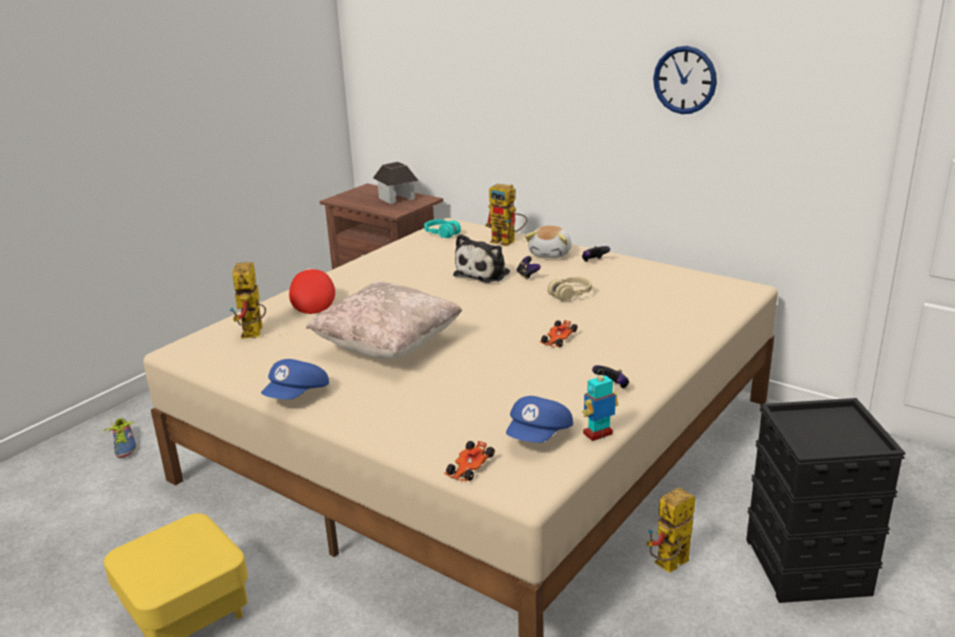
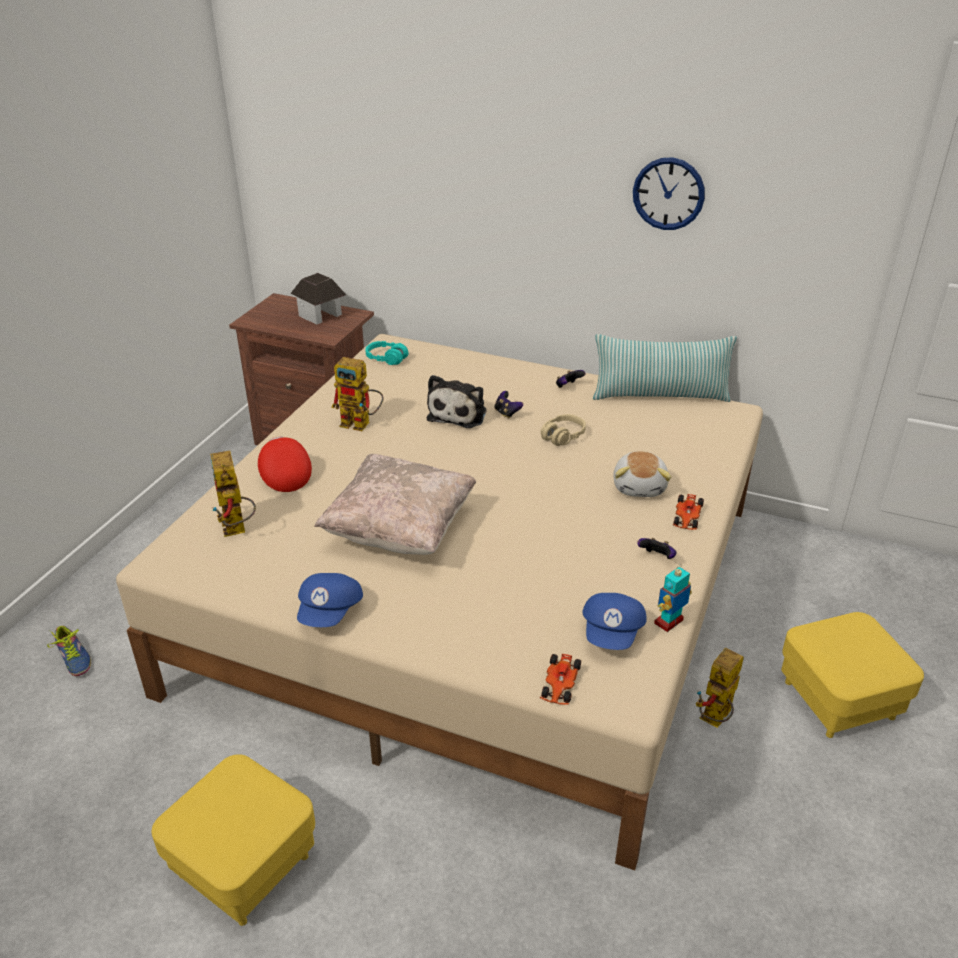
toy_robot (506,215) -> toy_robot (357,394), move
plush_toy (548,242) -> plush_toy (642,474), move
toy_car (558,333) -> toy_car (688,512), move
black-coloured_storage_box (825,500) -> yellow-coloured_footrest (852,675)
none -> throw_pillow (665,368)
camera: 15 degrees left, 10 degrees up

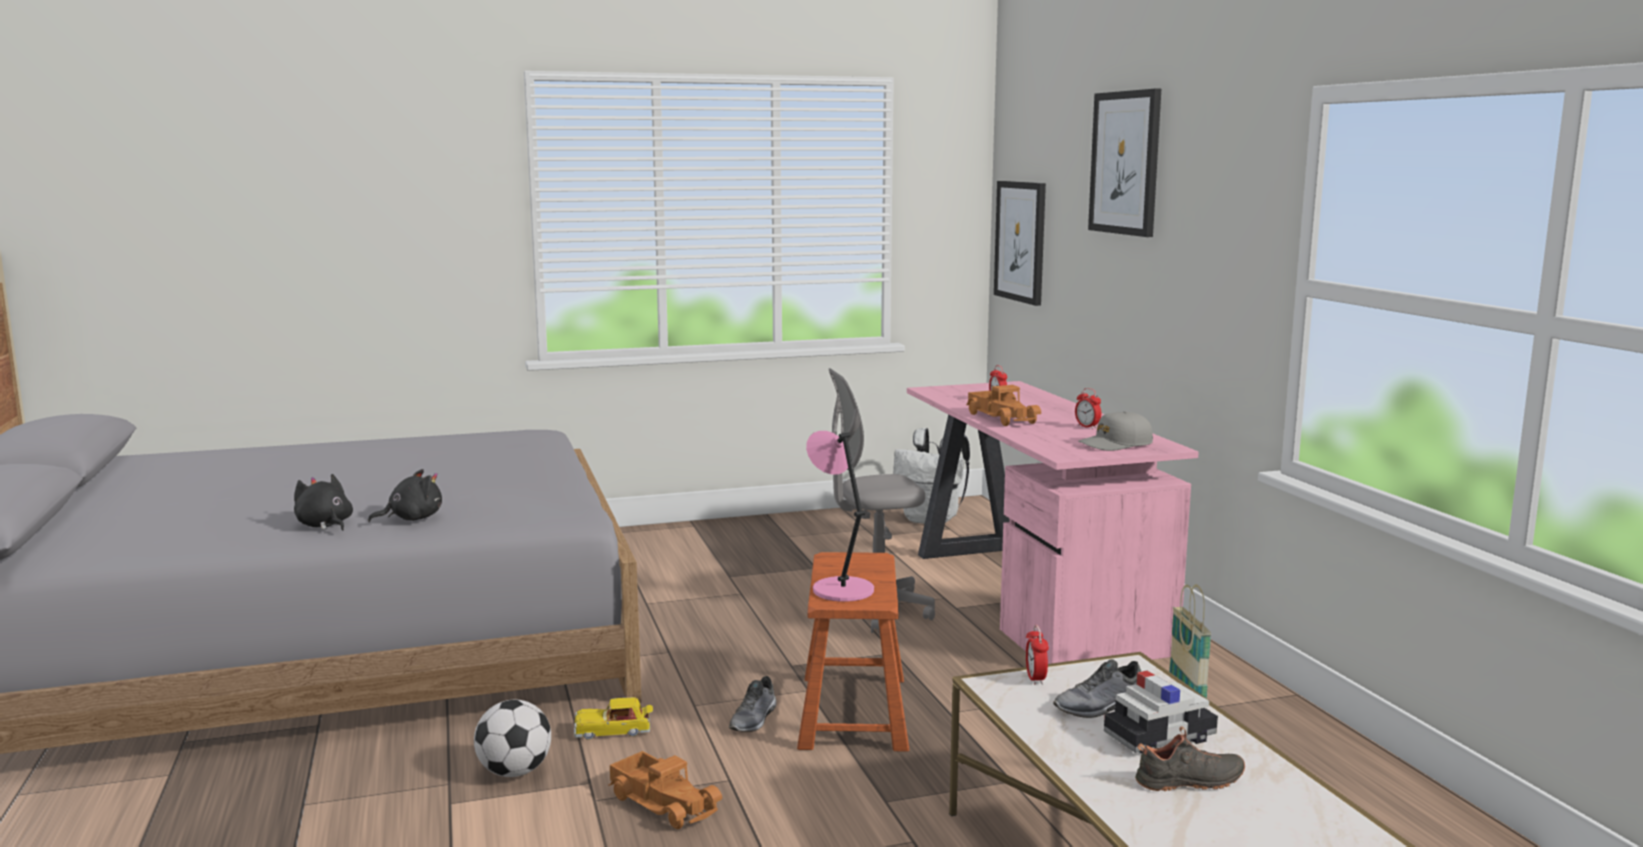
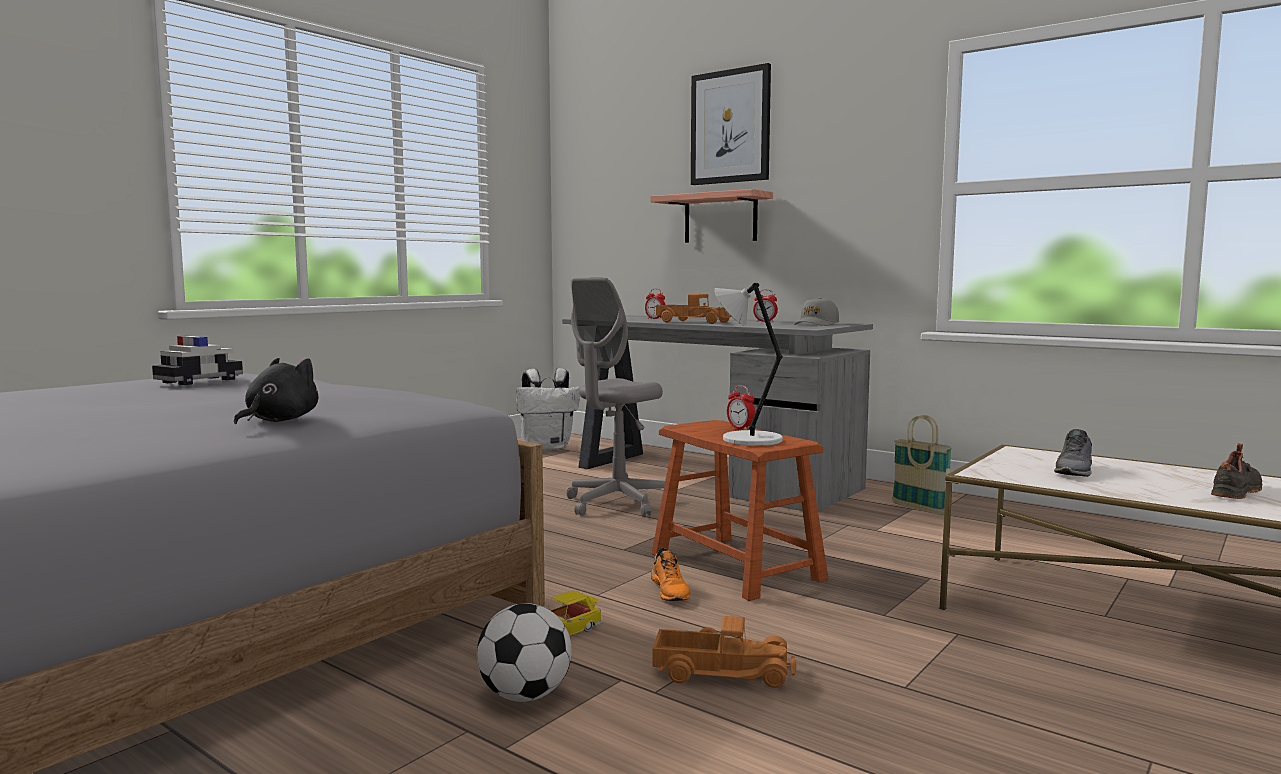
black-coloured_plush_toy (323,502) -> none
grey_shoe (753,704) -> orange_shoe (670,574)
pinkish_table_lamp (840,516) -> grey_table_lamp (748,364)
pinkish_desk_table (1053,522) -> grey_desk_table (717,413)
wall_picture (1020,243) -> none
alarm_clock (1037,655) -> alarm_clock (741,407), move
toy_car (1161,712) -> toy_car (197,360), move
none -> wall_shelf (711,216)
camera: 35 degrees left, 5 degrees down

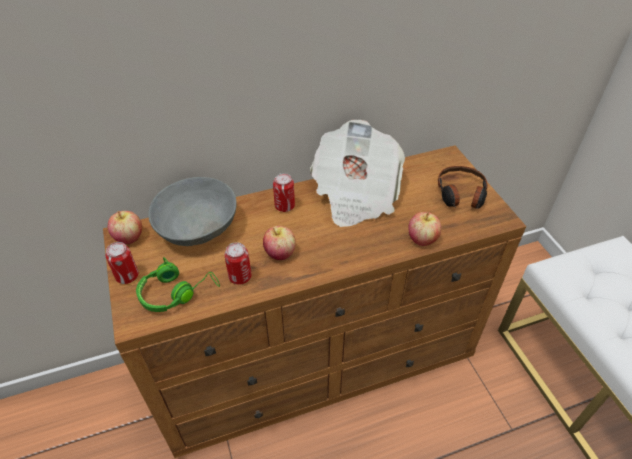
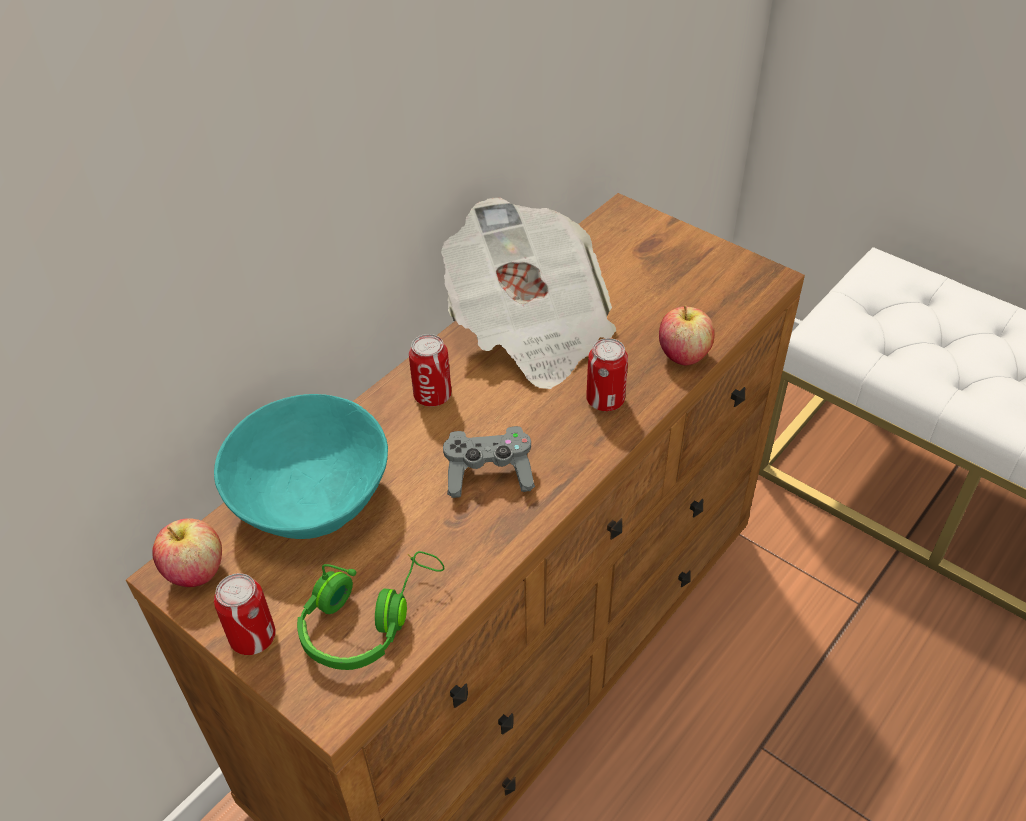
grey_deep_dish (192,211) -> turquoise-coloured_deep_dish (301,466)
metal_can (238,263) -> metal_can (607,374), move
whole_apple (279,243) -> grey_joypad (489,462)
headset (463,187) -> none
camera: 30 degrees left, 0 degrees up

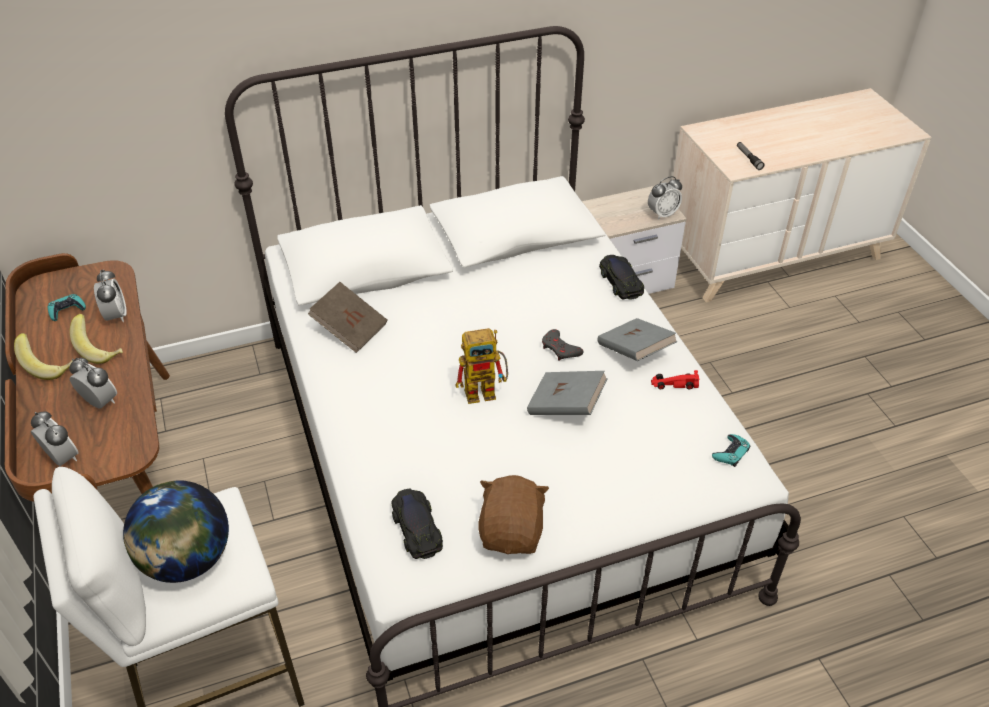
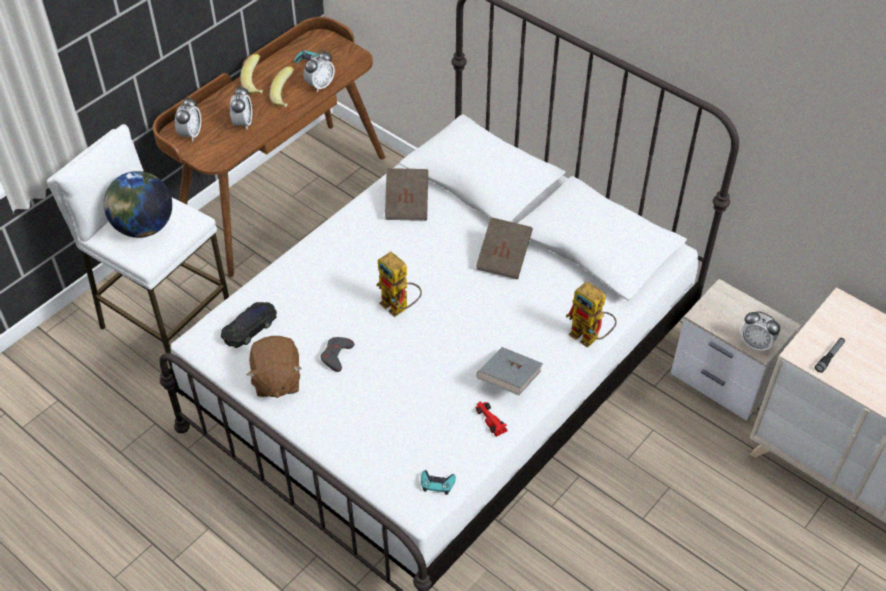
brownish_plush_toy (514,514) -> brownish_plush_toy (274,367), 105 degrees clockwise
grey_volume (567,393) -> none
grey_joypad (563,344) -> grey_joypad (337,354), move
black-coloured_toy_car (621,277) -> toy_robot (591,315)
none -> brownish_volume (504,248)
camera: 60 degrees right, 5 degrees up

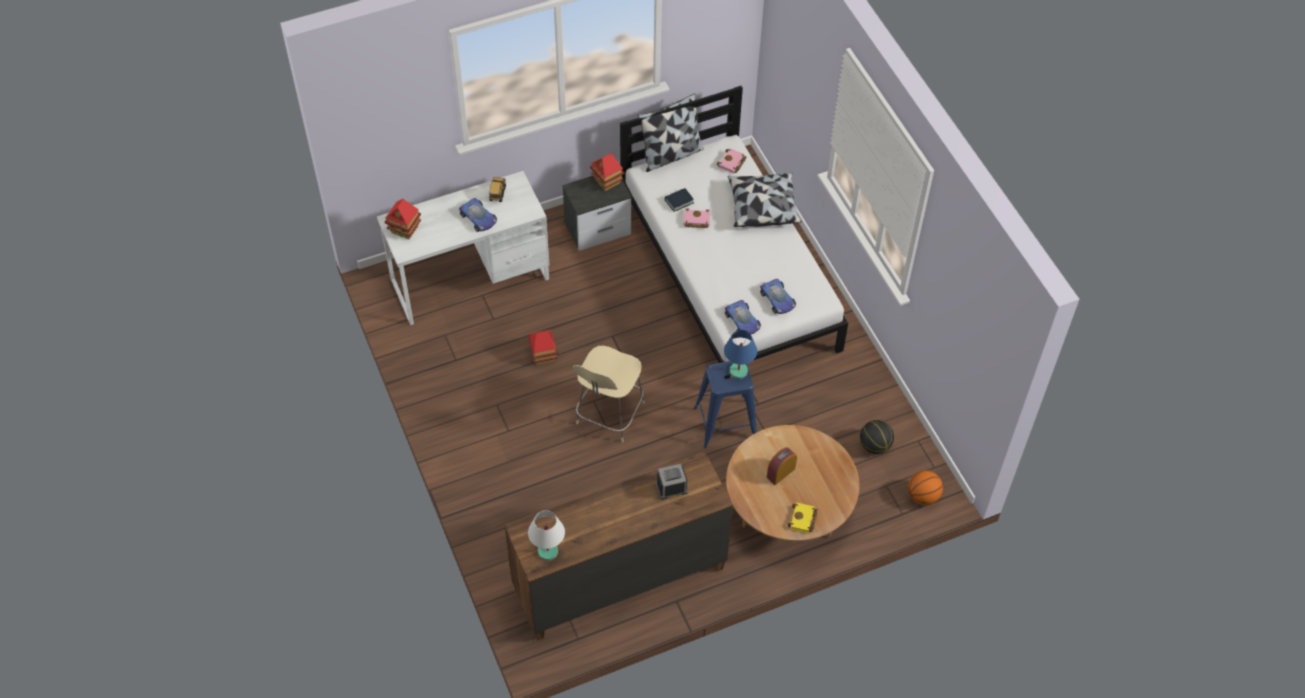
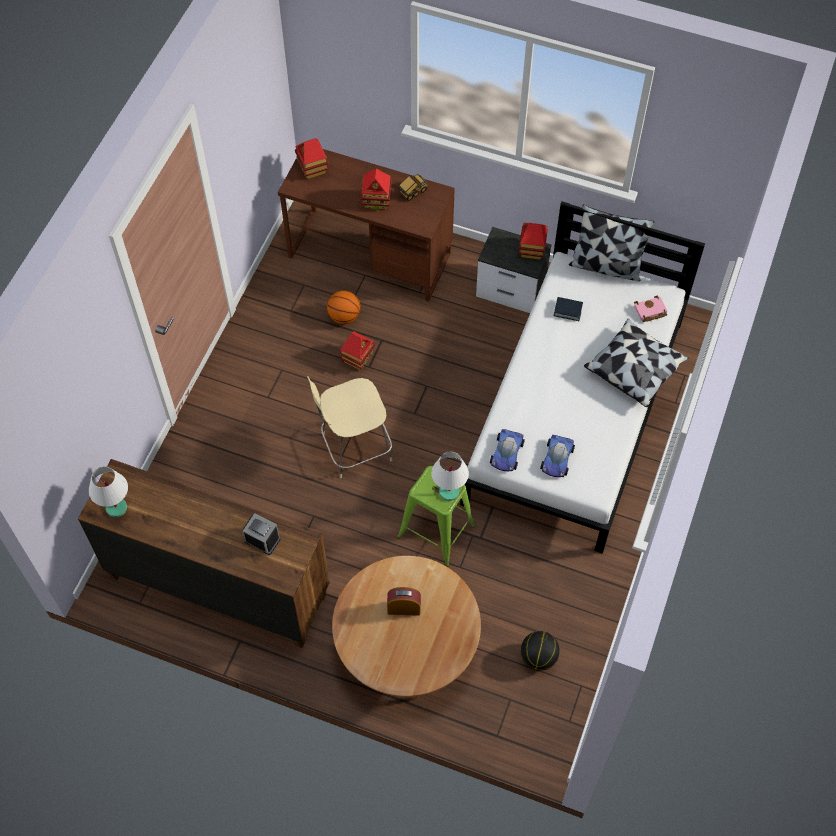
white_desk_table (463,248) -> brownish_desk_table (366,225)
toy_car (478,215) -> model_house (376,189)
pinkish_volume (697,218) -> none
bluish_stool (725,404) -> green-coloured_stool (436,516)
bluish_table_lamp (740,354) -> white_table_lamp (450,476)
yellow-coloured_volume (802,518) -> none
ball_for_basketball (925,488) -> ball_for_basketball (344,307), move
camera: 45 degrees right, 5 degrees up

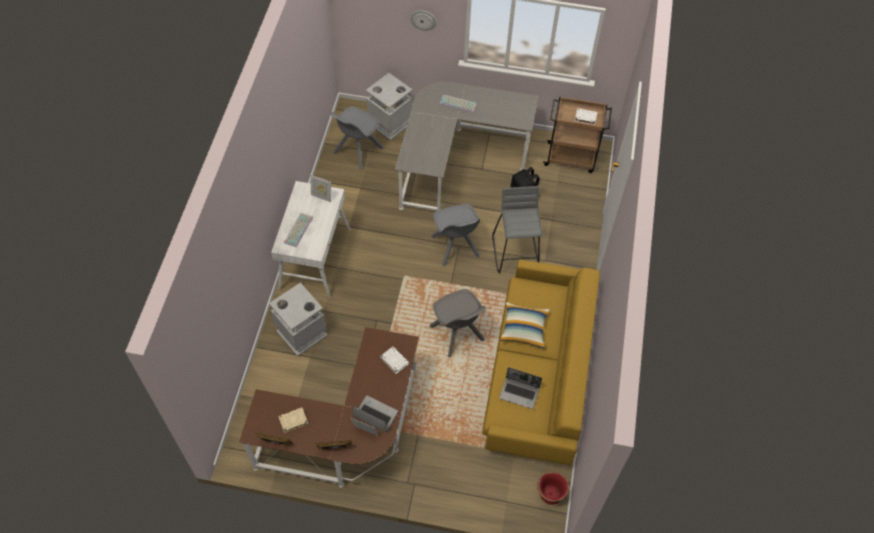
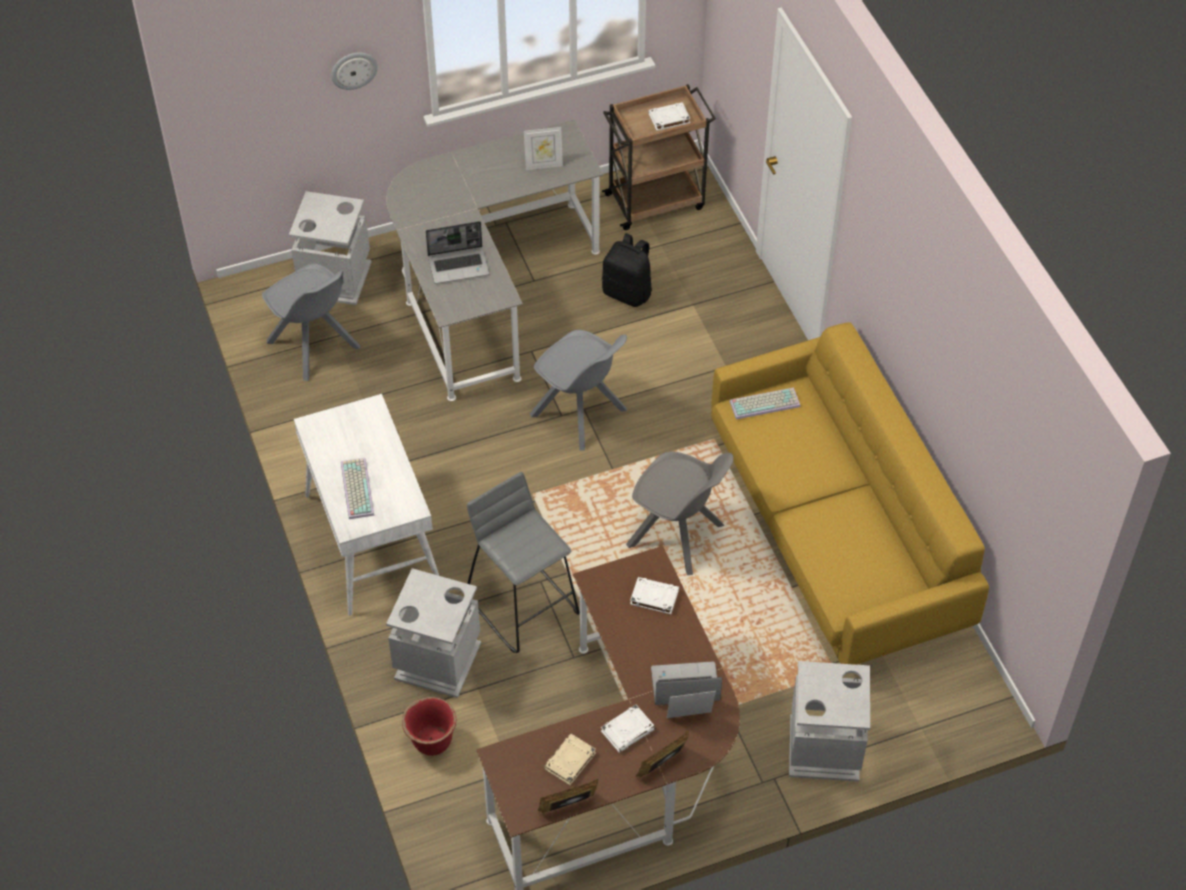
photo_frame (320,188) -> photo_frame (543,148), move
grey_plain_chair (357,138) -> grey_plain_chair (311,322), 45 degrees counterclockwise
computer_keyboard (458,103) -> computer_keyboard (765,403), move
grey_stool (517,229) -> grey_stool (523,562), move
laptop (520,388) -> laptop (458,252), move
throw_pillow (525,325) -> none
reddish_flower_pot (553,488) -> reddish_flower_pot (429,726), move
none -> white_volume (628,729)
none -> grey_waste_bin (829,721)
camera: 30 degrees left, 5 degrees down

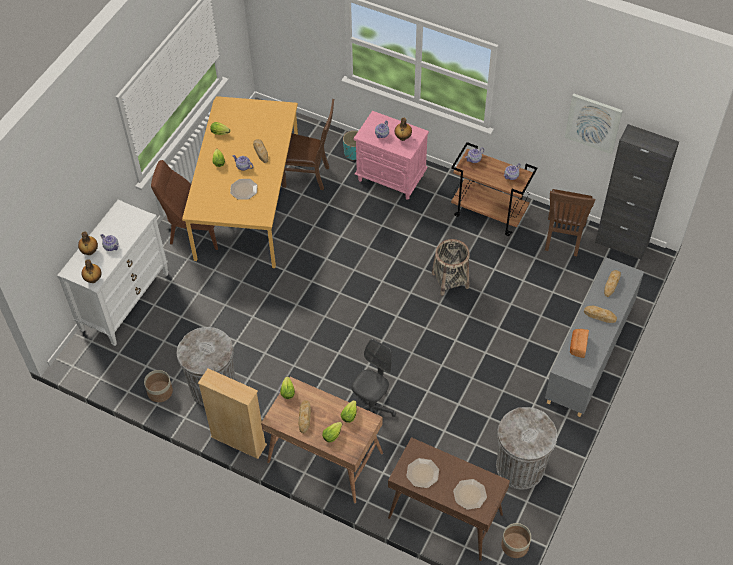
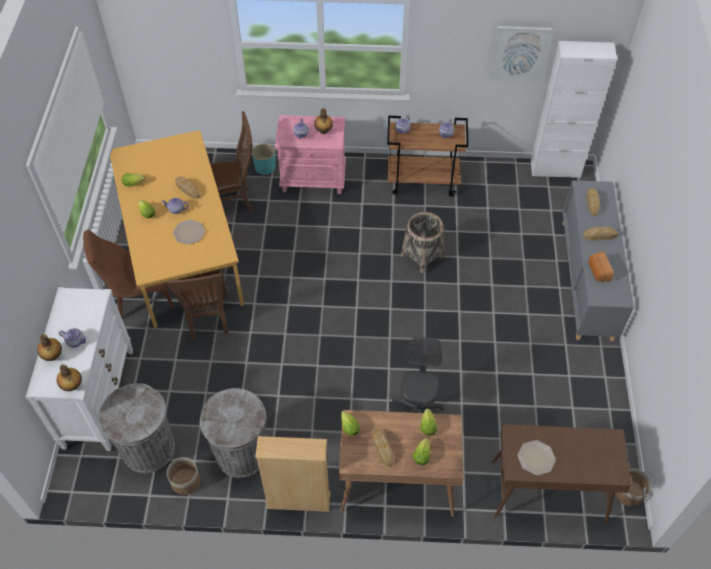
flat_dish (470,494) -> none
grey_waste_bin (526,448) -> grey_waste_bin (137,428), move
brownish_plain_chair (570,222) -> brownish_plain_chair (198,304), move
black-coloured_cabinet (637,192) -> white_cabinet (574,109)
camera: 25 degrees left, 0 degrees up

